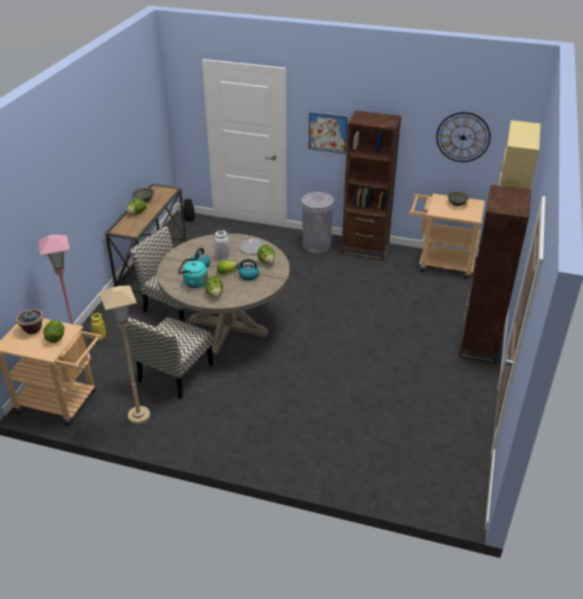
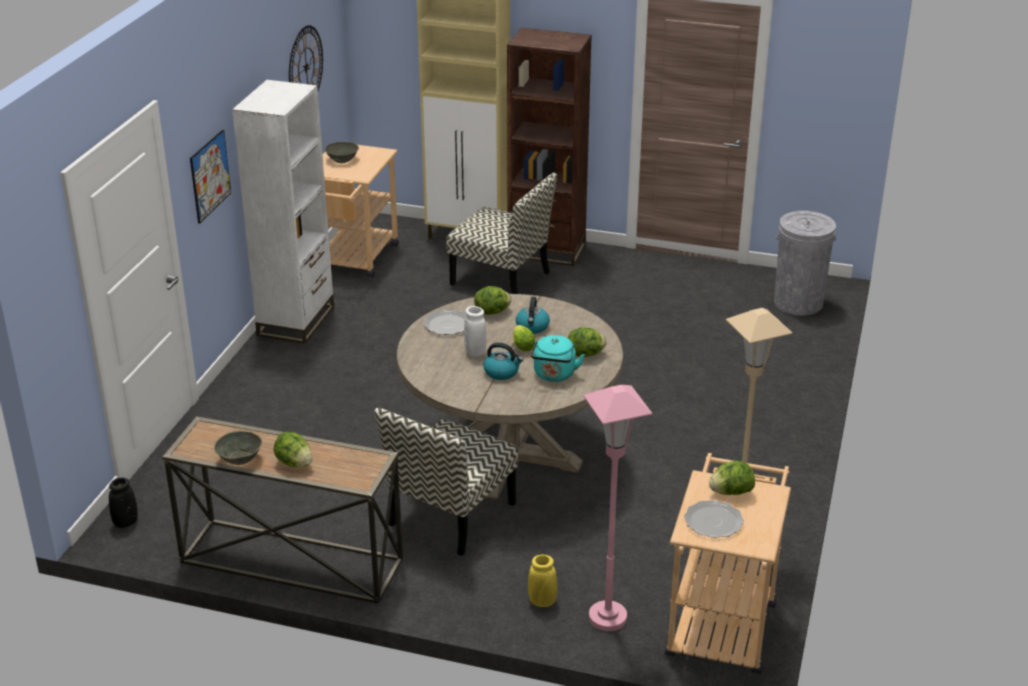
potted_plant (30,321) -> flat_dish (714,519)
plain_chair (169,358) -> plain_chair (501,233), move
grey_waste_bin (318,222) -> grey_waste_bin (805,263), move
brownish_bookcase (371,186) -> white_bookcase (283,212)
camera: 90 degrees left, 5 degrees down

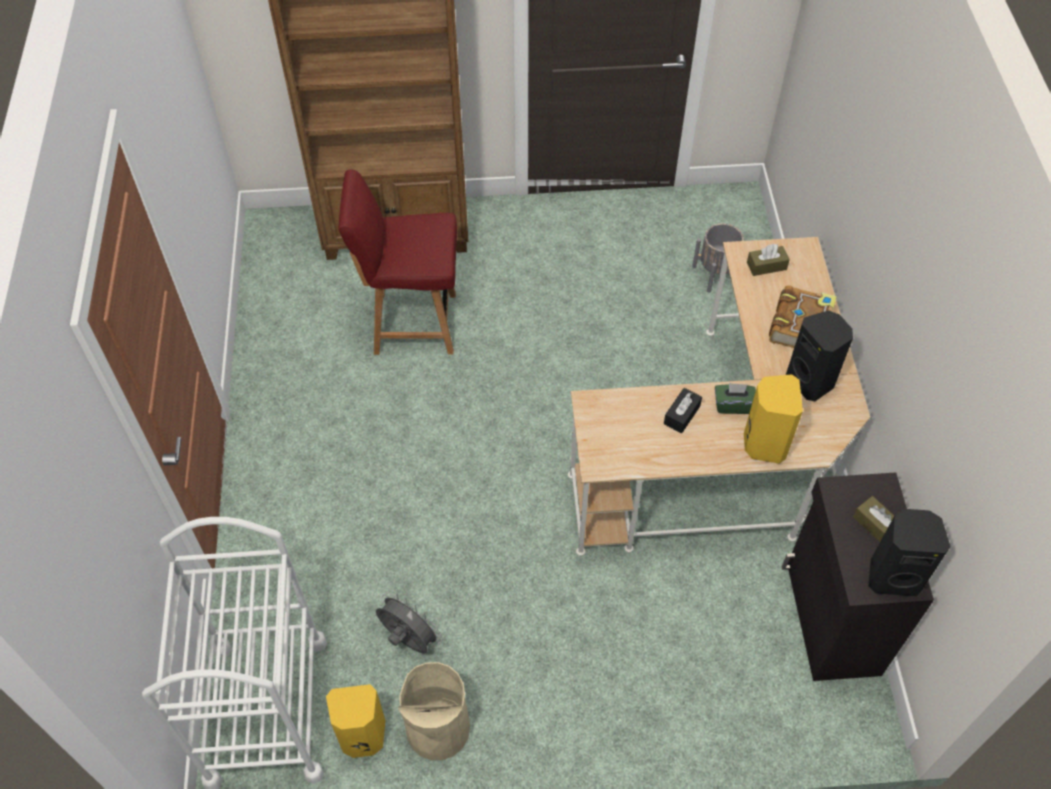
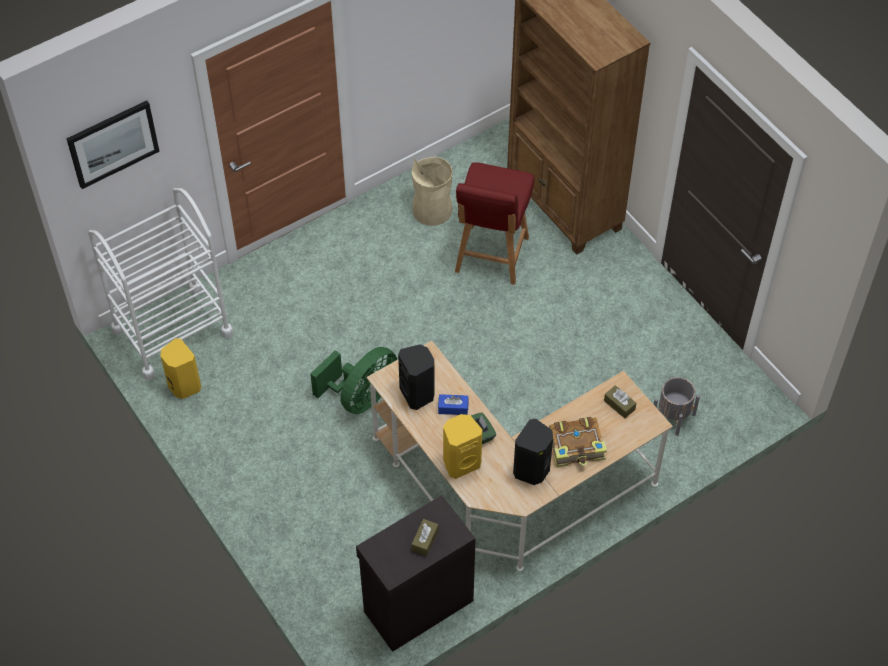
reddish_plain_chair (397,262) -> reddish_plain_chair (494,223), 135 degrees counterclockwise
grey_cooling_fan (409,622) -> none
sand-coloured_waste_bin (434,711) -> sand-coloured_waste_bin (432,191), move
black-coloured_tissue_holder (683,410) -> bluish_tissue_holder (453,404)
black-coloured_loudspeaker (910,552) -> black-coloured_loudspeaker (416,377), move
none -> wall_picture (113,144)
none -> green-coloured_cooling_fan (353,380)
camera: 60 degrees right, 0 degrees up

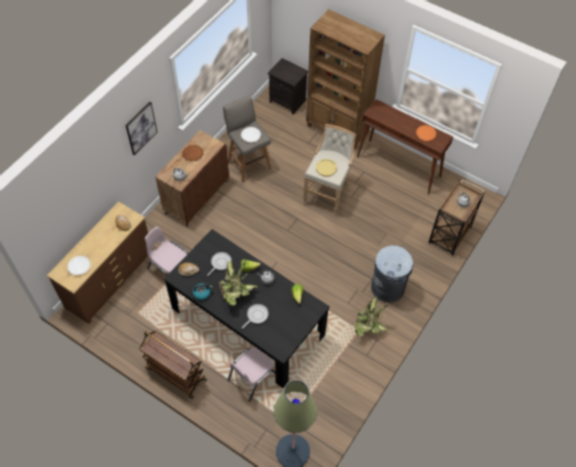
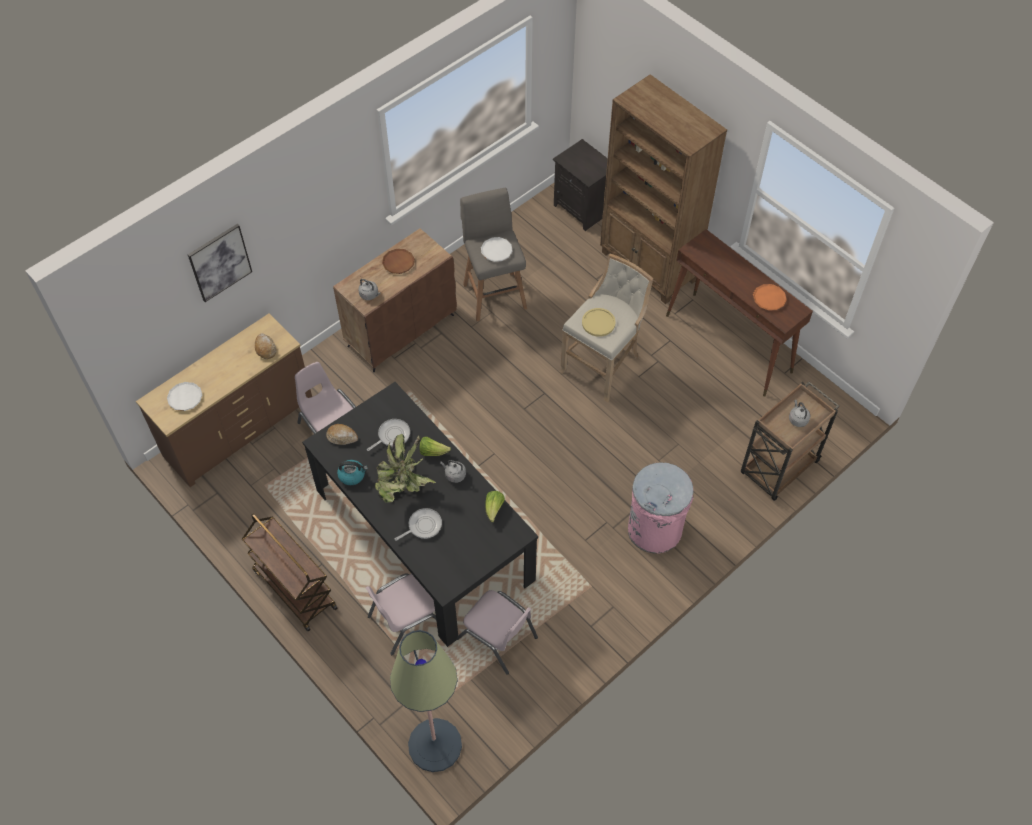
wall_picture (141,128) -> wall_picture (220,263), move
potted_plant (371,317) -> none
grey_waste_bin (392,274) -> pinkish_waste_bin (661,507)
none -> pinkish_plain_chair (497,632)
camera: 15 degrees right, 0 degrees up

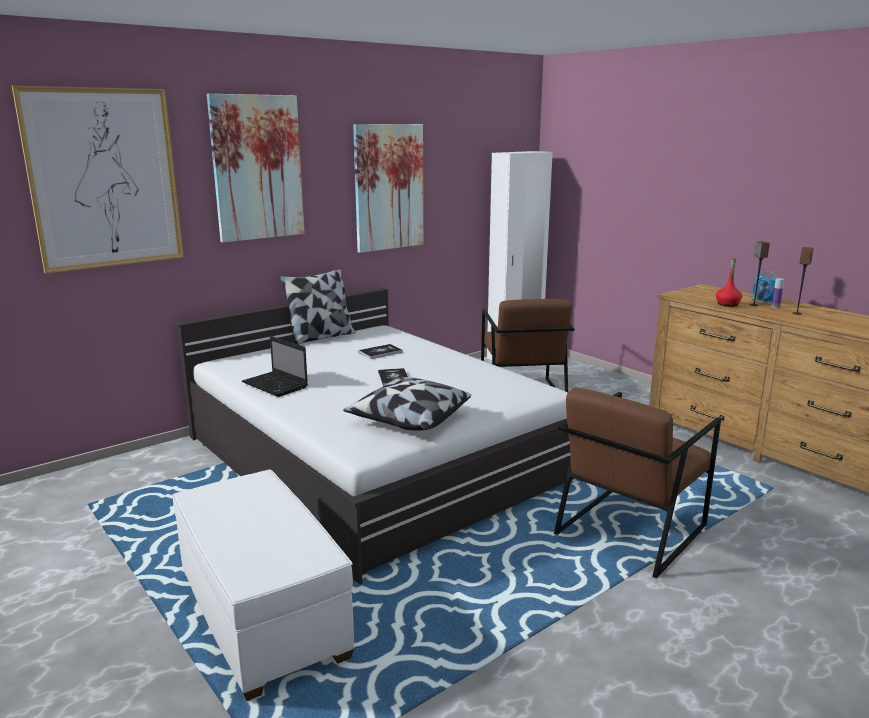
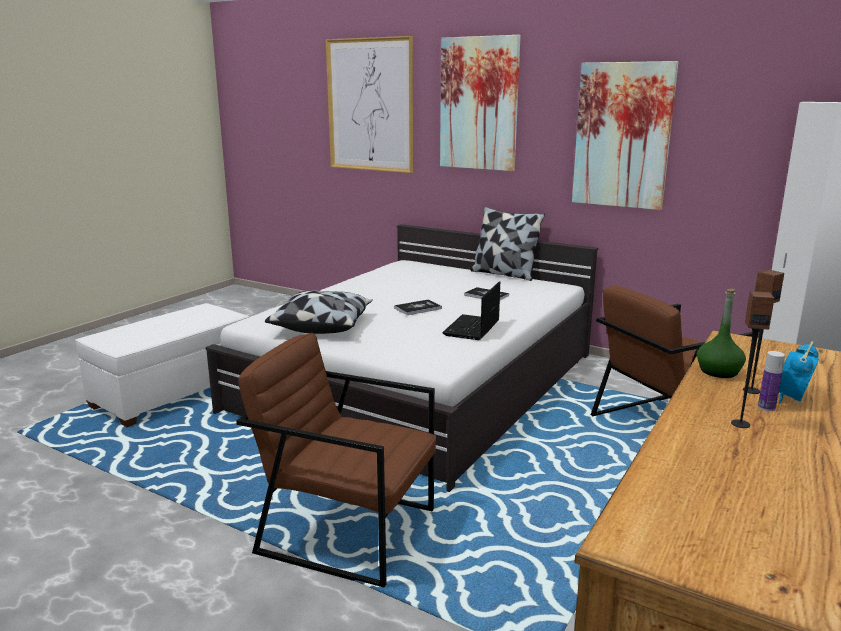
laptop (275,366) -> laptop (471,310), move
reddish_drink_bottle (729,282) -> green-coloured_drink_bottle (721,333)
camera: 70 degrees right, 0 degrees up

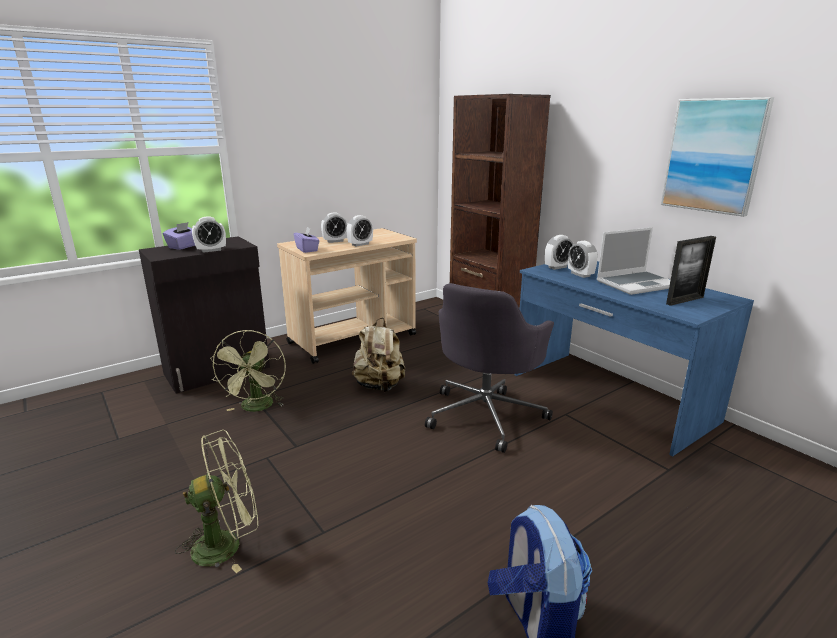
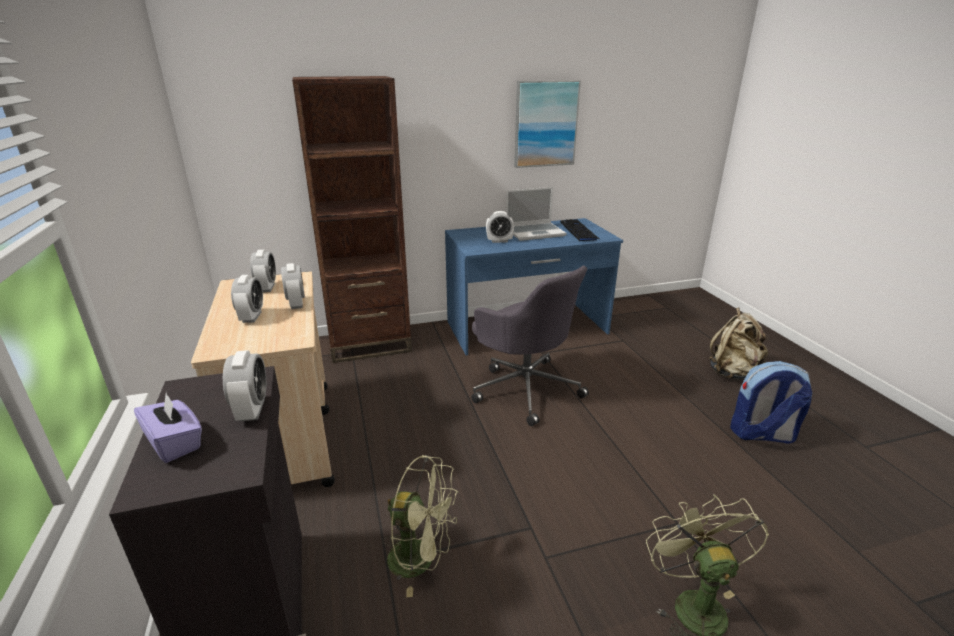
purplish_tissue_holder (306,240) -> none
sand-coloured_backpack (378,355) -> sand-coloured_backpack (738,343), move
alarm_clock (559,252) -> alarm_clock (263,271), move
laptop (633,261) -> laptop (536,214), 75 degrees clockwise
photo_frame (691,271) -> computer_keyboard (580,230)
camera: 70 degrees left, 5 degrees up

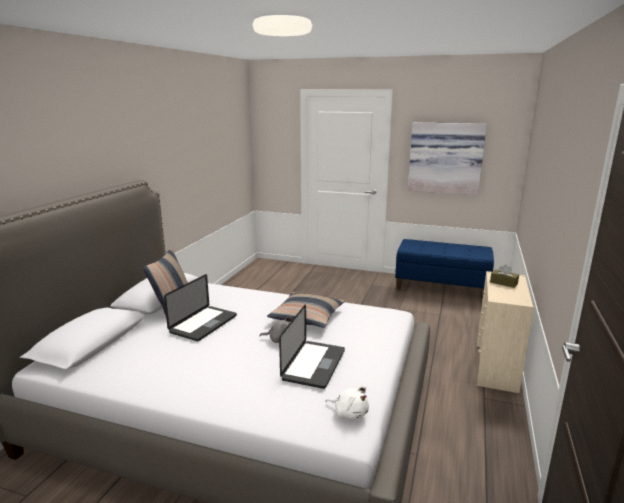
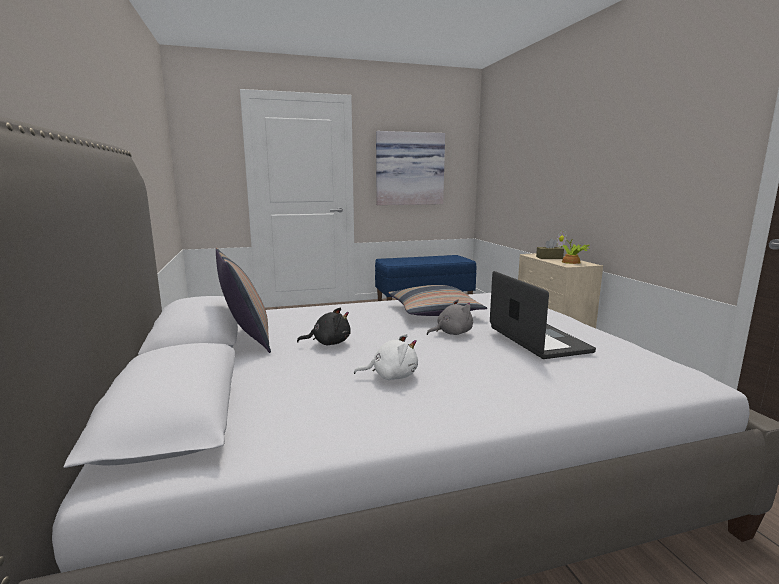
laptop (200,307) -> black-coloured_plush_toy (324,326)
white_plush_toy (347,403) -> white_plush_toy (386,357), move
none -> potted_plant (573,246)
camera: 35 degrees left, 5 degrees down

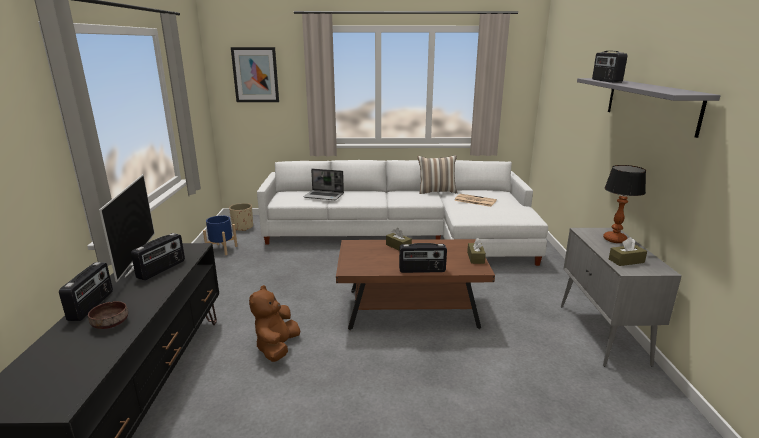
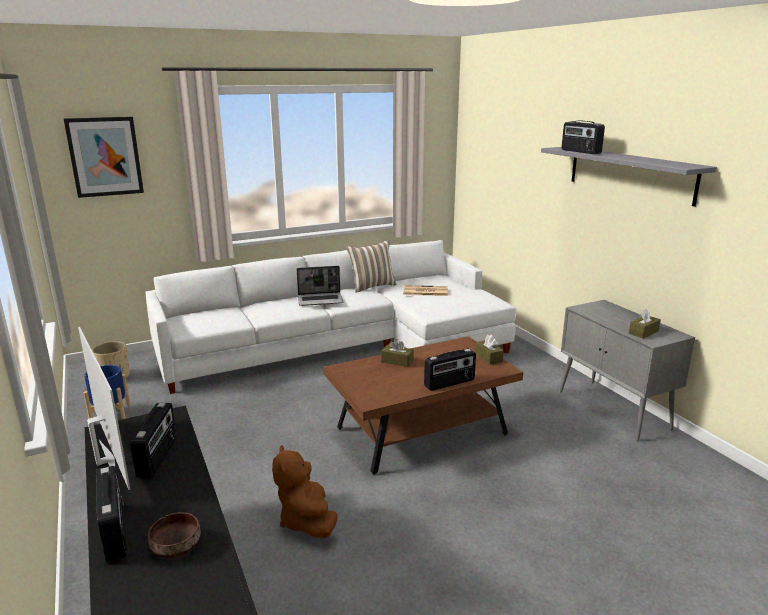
laptop (323,184) -> laptop (319,286), move
table_lamp (624,204) -> none
camera: 25 degrees left, 0 degrees up

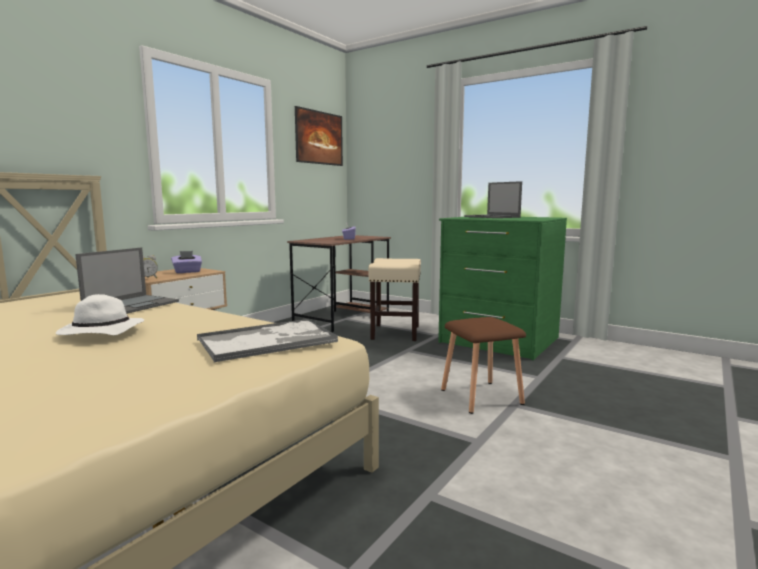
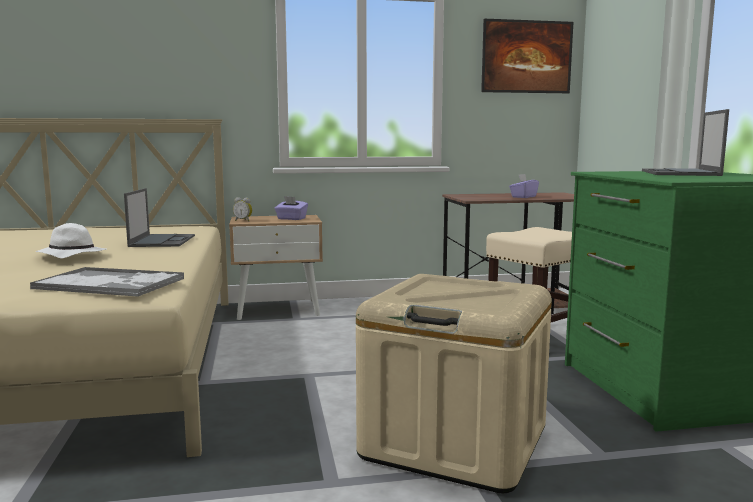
laptop (127,280) -> laptop (159,217), 75 degrees counterclockwise
brownish_stool (483,365) -> sand-coloured_storage_box (454,383)
camera: 45 degrees right, 0 degrees up

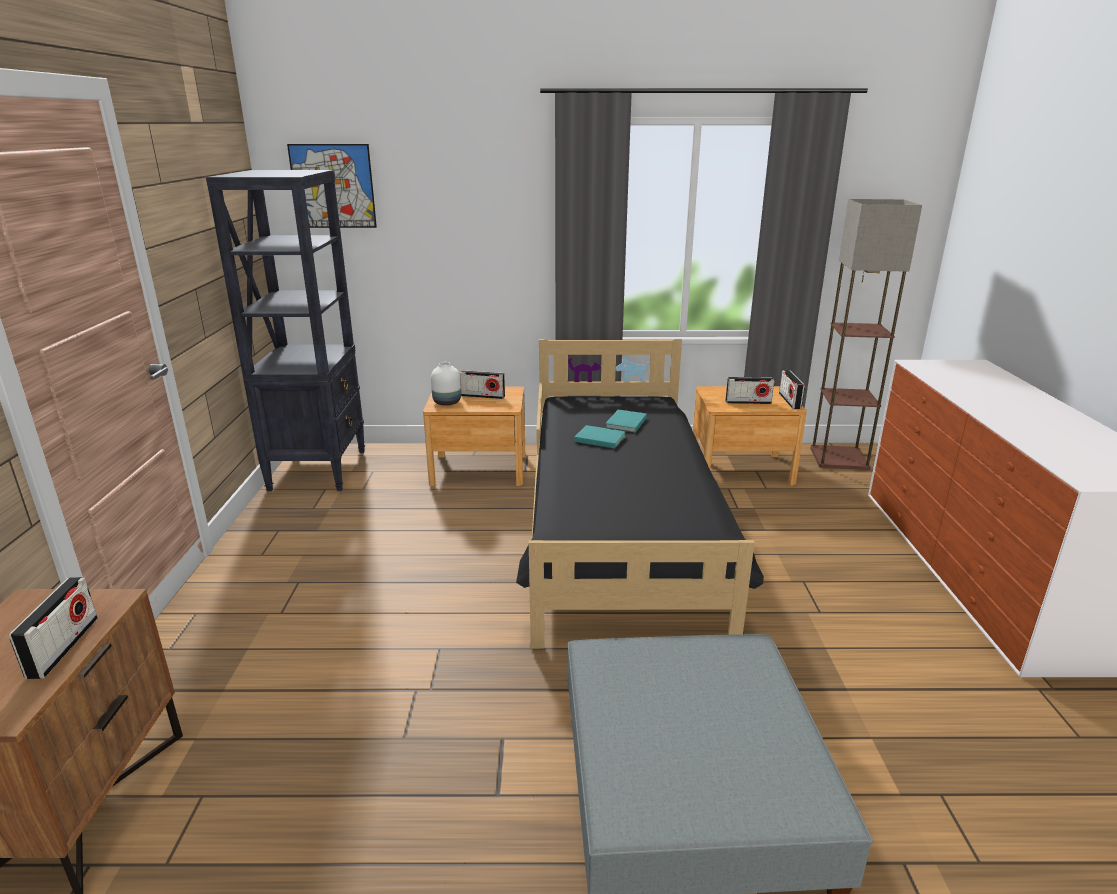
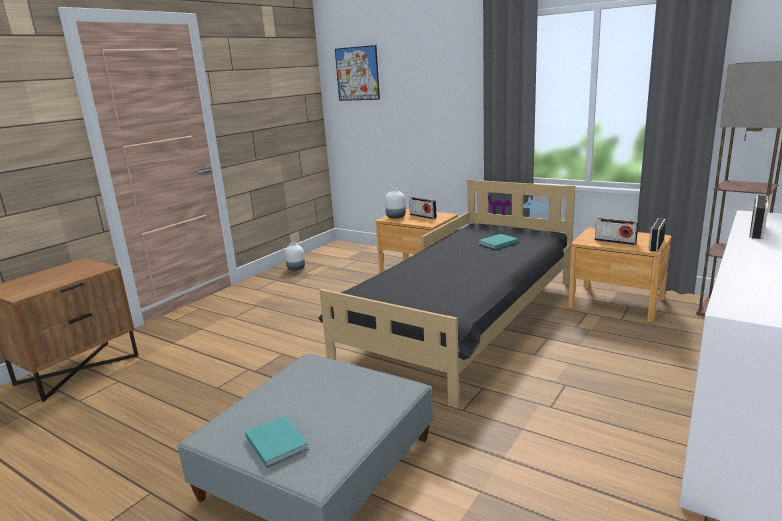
radio_set (53,628) -> radio_set (759,217), move
black-coloured_bookcase (285,330) -> none
turquoise-coloured_volume (600,437) -> turquoise-coloured_volume (277,442), move
none -> white_flower_vase (295,257)
camera: 35 degrees right, 5 degrees down

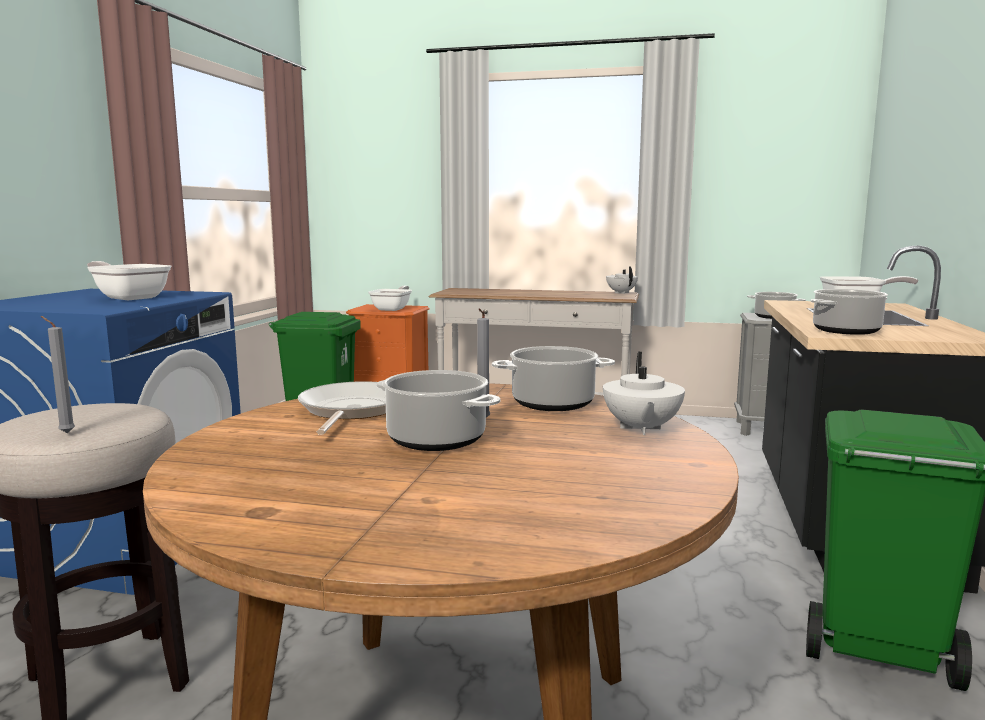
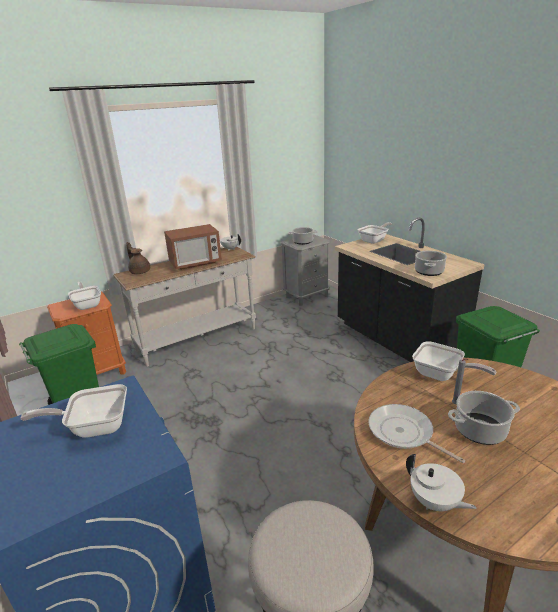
grey_wax_light (58,374) -> none
cooking_pot (553,378) -> skillet (454,361)
white_tea_pot (644,393) -> white_tea_pot (441,482), move
none -> brownish_tea_pot (138,258)
none -> kitchen_microwave (193,247)
camera: 45 degrees left, 15 degrees up

